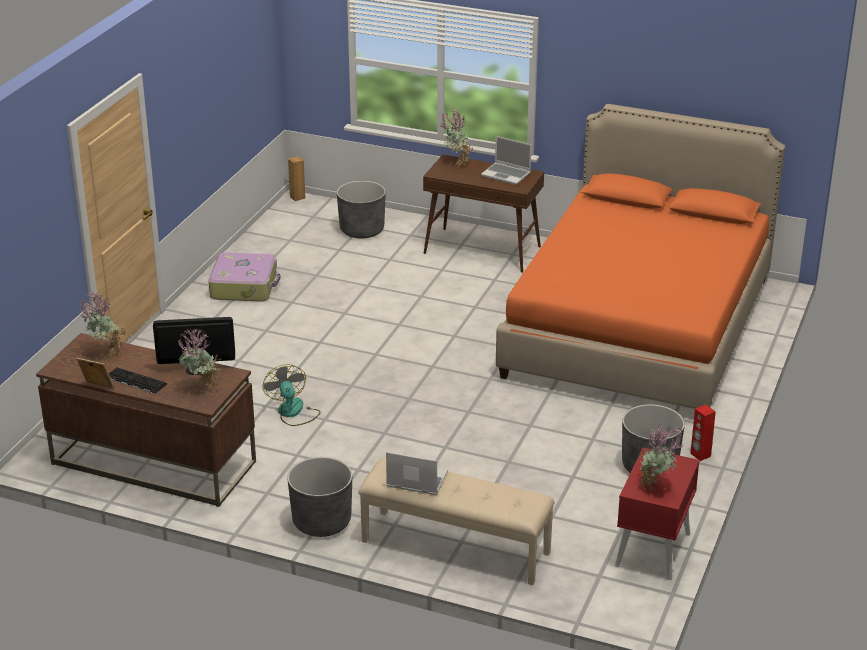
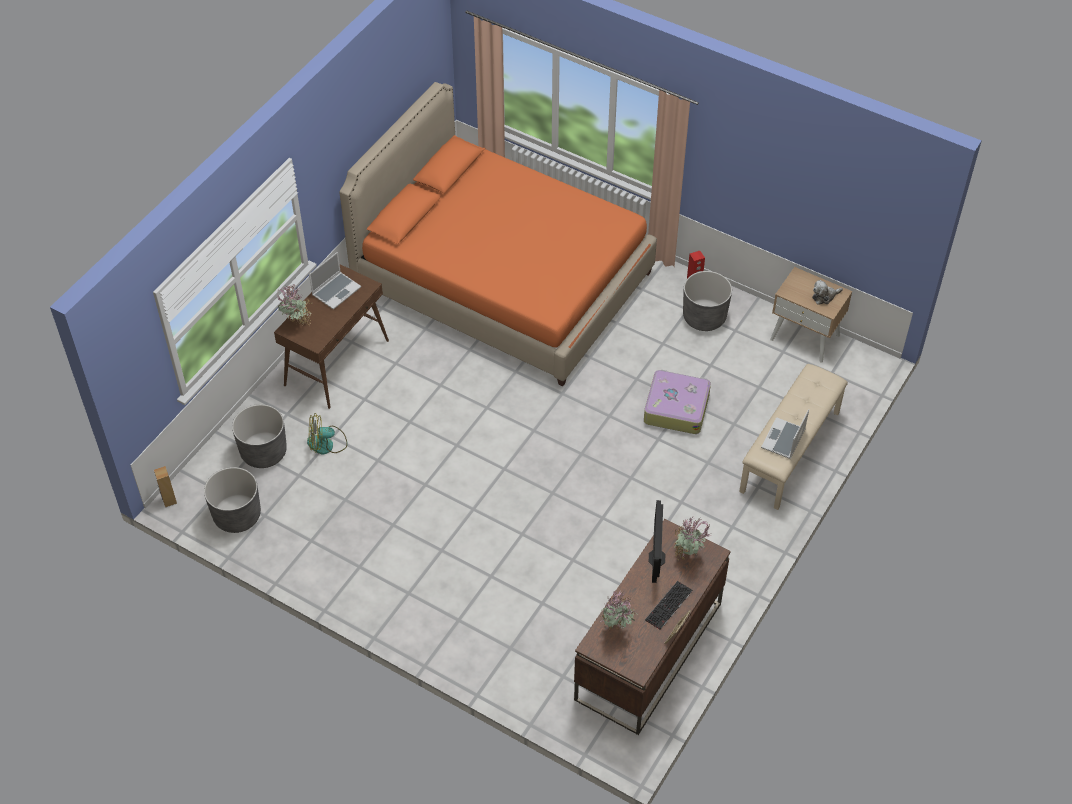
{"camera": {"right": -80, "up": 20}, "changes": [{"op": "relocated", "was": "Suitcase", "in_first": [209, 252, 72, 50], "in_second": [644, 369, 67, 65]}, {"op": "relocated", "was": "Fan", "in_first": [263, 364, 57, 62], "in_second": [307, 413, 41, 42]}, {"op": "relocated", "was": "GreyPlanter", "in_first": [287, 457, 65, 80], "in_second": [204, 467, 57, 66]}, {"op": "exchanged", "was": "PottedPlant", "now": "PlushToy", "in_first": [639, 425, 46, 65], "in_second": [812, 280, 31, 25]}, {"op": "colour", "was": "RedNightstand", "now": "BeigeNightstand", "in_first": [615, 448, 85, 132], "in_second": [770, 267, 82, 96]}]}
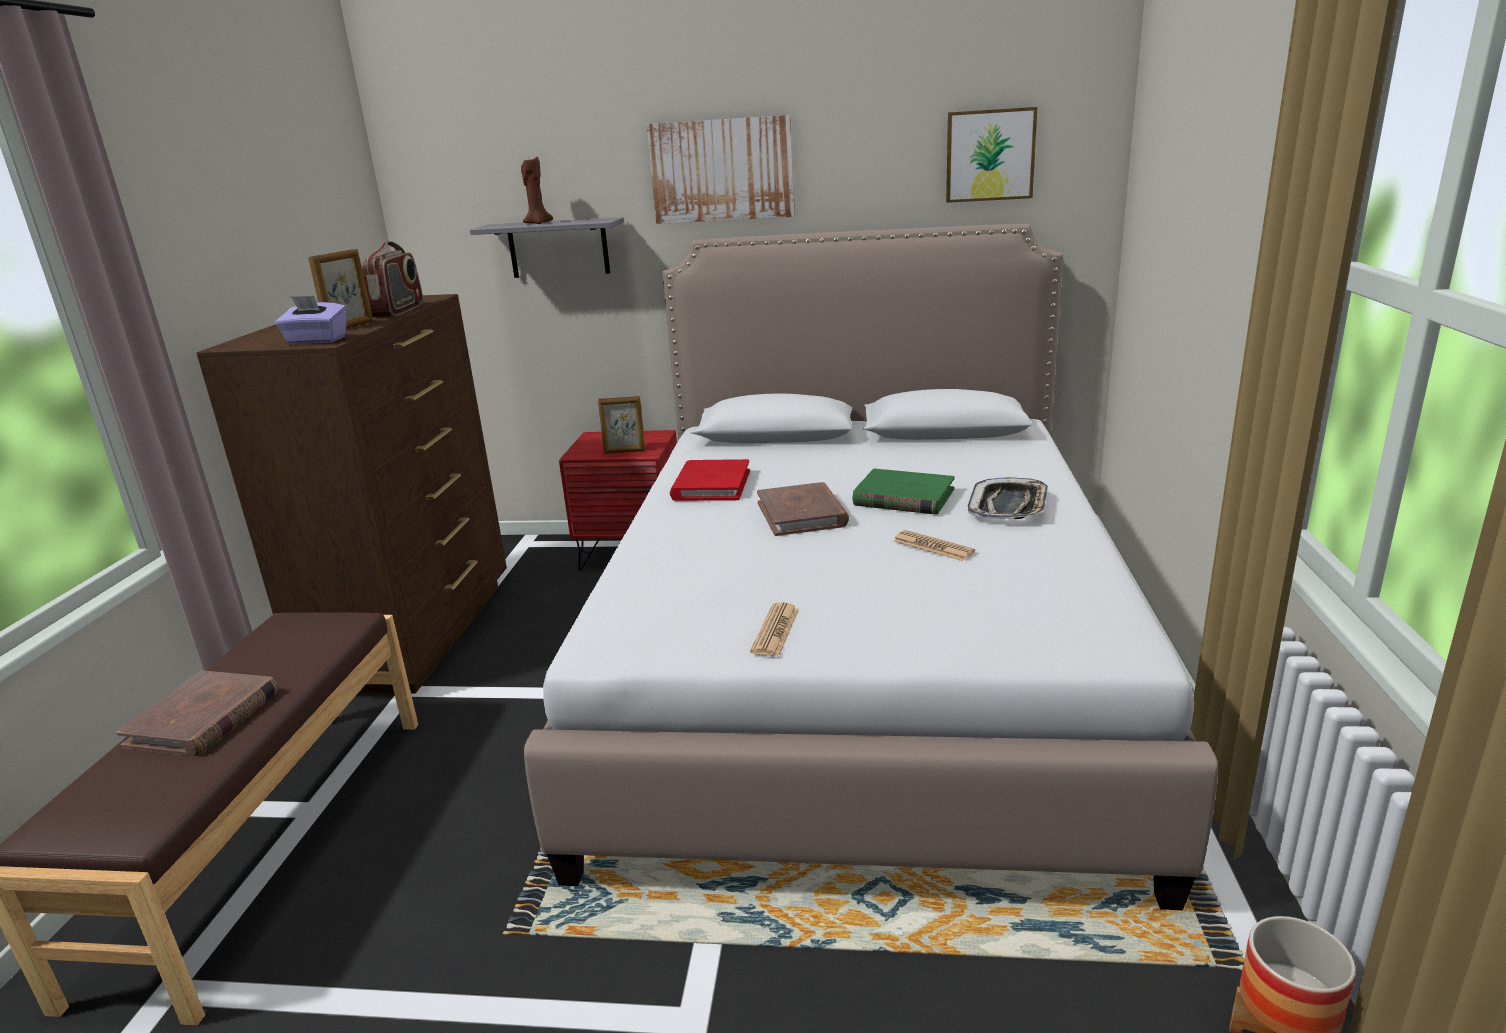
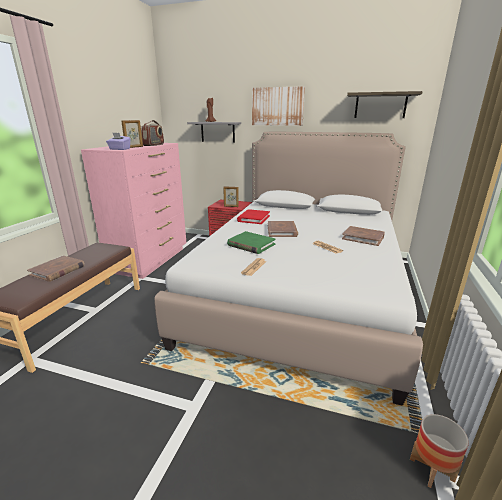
{"camera": {"right": 10, "up": 0}, "changes": [{"op": "relocated", "was": "GreenBook", "in_first": [853, 469, 102, 46], "in_second": [227, 231, 49, 23]}, {"op": "exchanged", "was": "Picture", "now": "Shelf", "in_first": [946, 107, 91, 96], "in_second": [347, 91, 76, 27]}, {"op": "exchanged", "was": "Tray", "now": "BrownBook", "in_first": [968, 477, 80, 42], "in_second": [342, 226, 43, 20]}, {"op": "colour", "was": "BrownDresser", "now": "PinkDresser", "in_first": [197, 294, 310, 399], "in_second": [81, 143, 105, 136]}]}
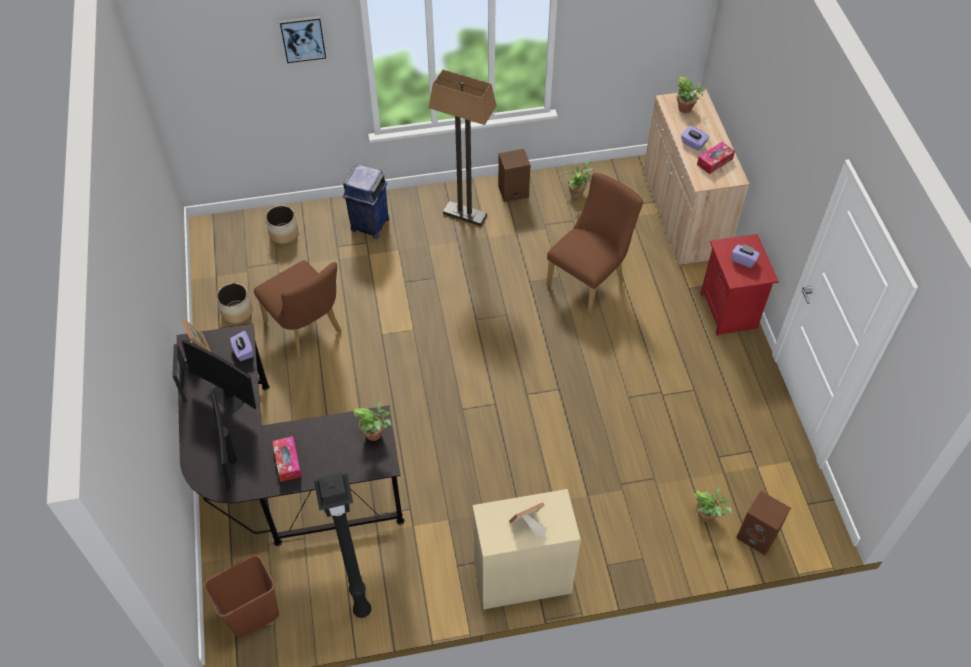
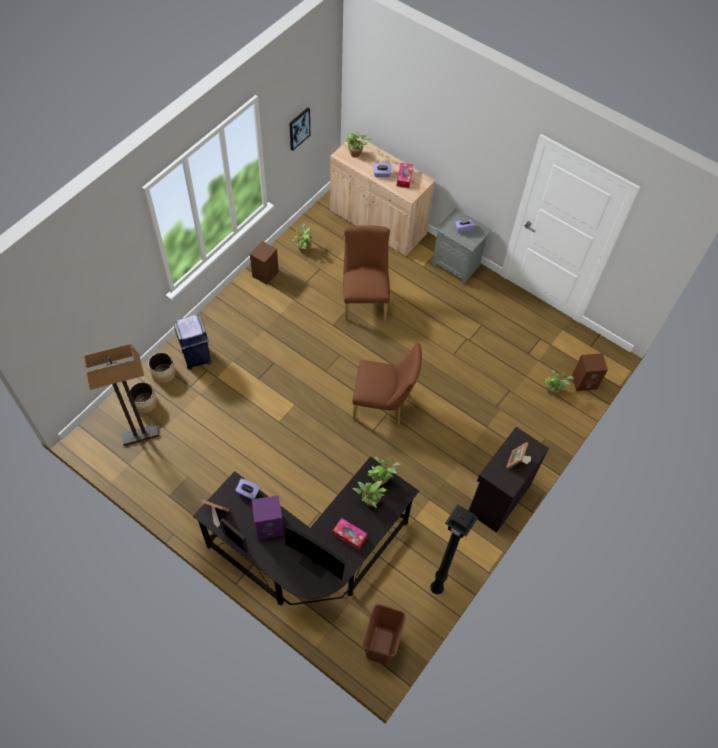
{"camera": {"right": -45, "up": 5}, "changes": [{"op": "appeared", "now": "PottedPlant", "in_second": [352, 481, 35, 27]}, {"op": "relocated", "was": "Planter", "in_first": [216, 283, 36, 40], "in_second": [148, 352, 28, 31]}, {"op": "relocated", "was": "BrownChair", "in_first": [254, 260, 88, 97], "in_second": [353, 343, 69, 82]}, {"op": "relocated", "was": "Picture", "in_first": [280, 16, 46, 47], "in_second": [289, 108, 21, 43]}, {"op": "relocated", "was": "FloorLamp", "in_first": [428, 70, 69, 156], "in_second": [84, 344, 76, 102]}, {"op": "exchanged", "was": "Monitor", "now": "PurpleSpeaker", "in_first": [182, 340, 74, 72], "in_second": [252, 495, 32, 45]}, {"op": "colour", "was": "BeigeCabinet", "now": "BlackCabinet", "in_first": [473, 489, 108, 121], "in_second": [469, 427, 80, 106]}, {"op": "colour", "was": "RedNightstand", "now": "GreyNightstand", "in_first": [701, 234, 78, 102], "in_second": [432, 208, 60, 77]}]}
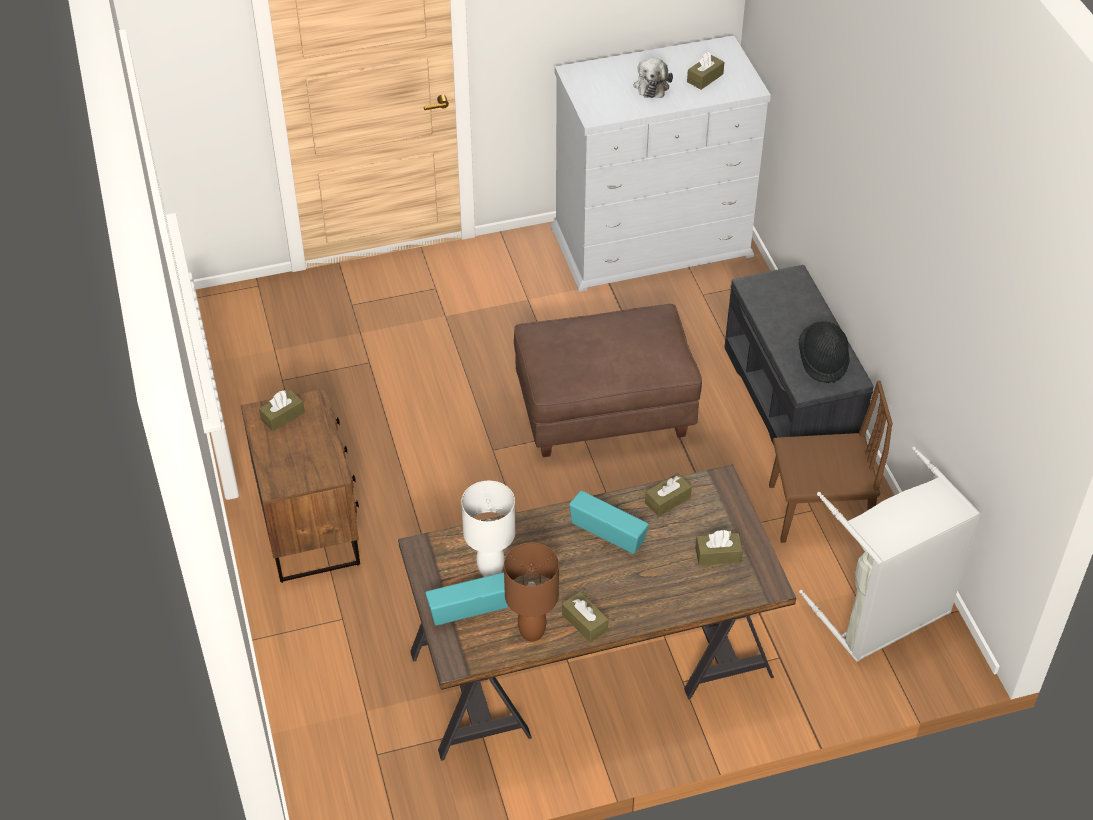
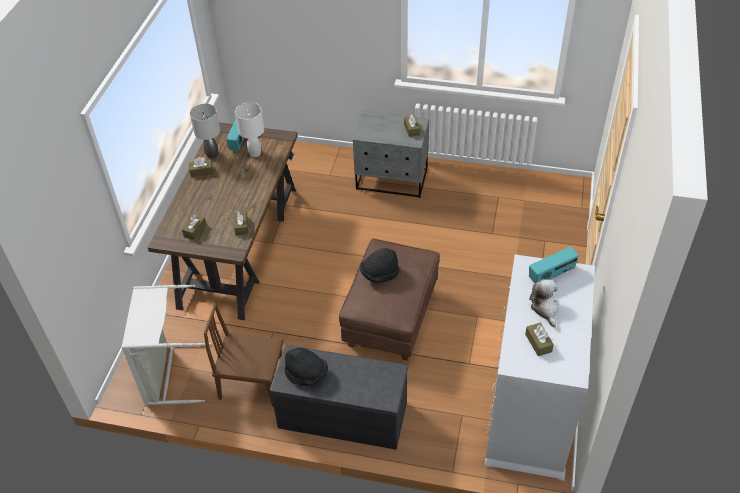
{"camera": {"right": 120, "up": 0}, "changes": [{"op": "appeared", "now": "BlackHat", "in_second": [360, 248, 39, 35]}, {"op": "relocated", "was": "Radio", "in_first": [569, 491, 80, 63], "in_second": [529, 247, 50, 36]}, {"op": "colour", "was": "BrownNightstand", "now": "GreyNightstand", "in_first": [241, 388, 119, 195], "in_second": [353, 111, 76, 87]}, {"op": "colour", "was": "BrownTableLamp", "now": "GreyTableLamp", "in_first": [504, 543, 55, 99], "in_second": [190, 104, 30, 54]}, {"op": "spun", "was": "PlushToy", "in_first": [634, 58, 39, 40], "in_second": [529, 279, 30, 48], "clockwise": 45}, {"op": "spun", "was": "BrownChair", "in_first": [769, 381, 124, 162], "in_second": [204, 303, 80, 104], "clockwise": 75}]}
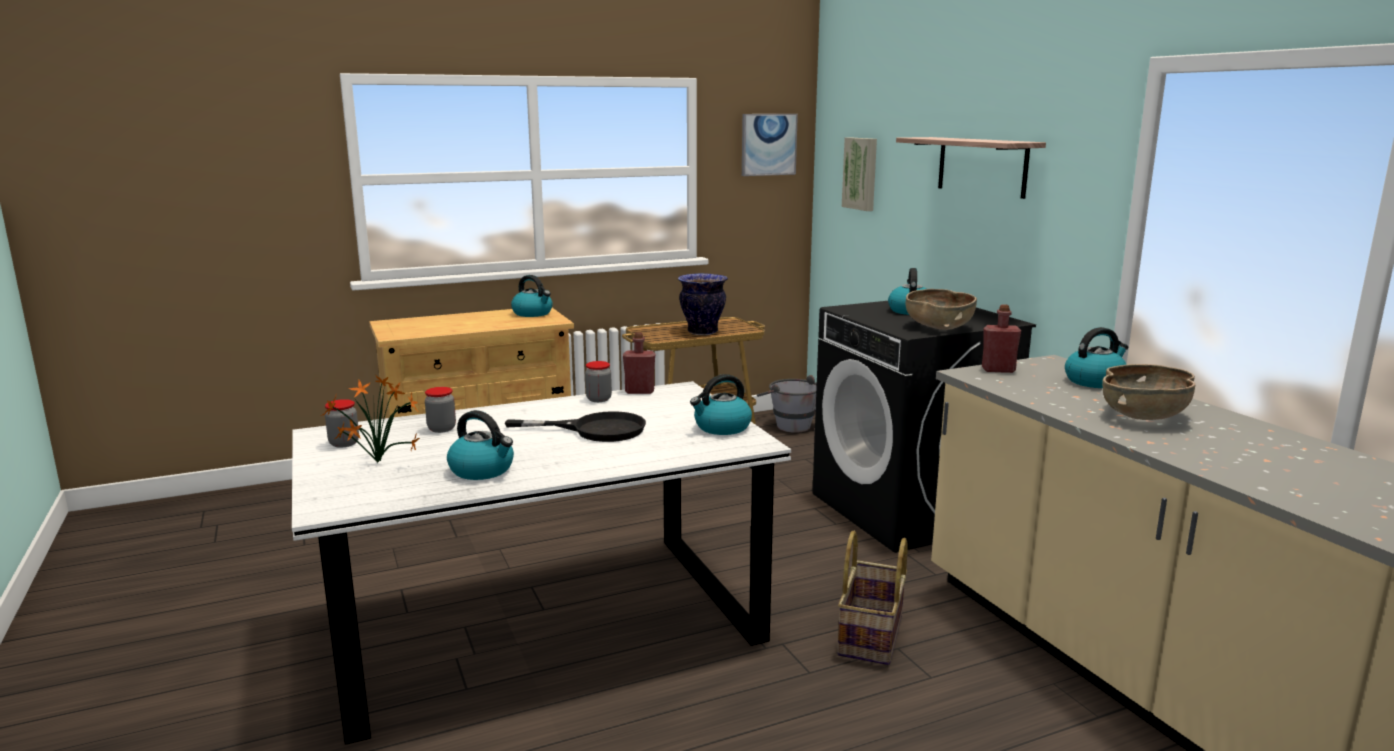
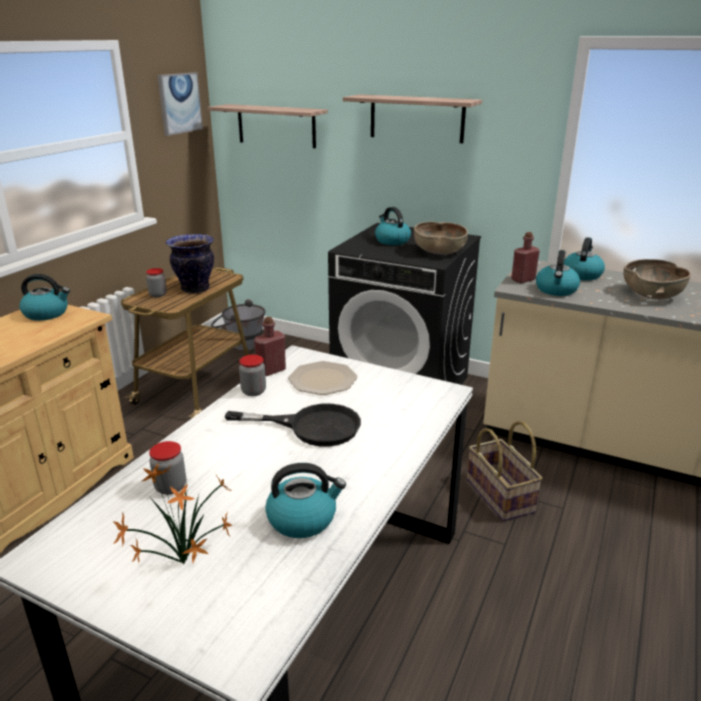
{"camera": {"right": -40, "up": 10}, "changes": [{"op": "appeared", "now": "Plate", "in_second": [288, 361, 70, 34]}, {"op": "relocated", "was": "Jar", "in_first": [325, 399, 34, 49], "in_second": [146, 268, 21, 29]}, {"op": "relocated", "was": "Kettle", "in_first": [690, 374, 62, 61], "in_second": [536, 250, 44, 46]}, {"op": "exchanged", "was": "Picture", "now": "Shelf", "in_first": [842, 137, 35, 74], "in_second": [208, 104, 120, 44]}, {"op": "spun", "was": "BlackFryingPan", "in_first": [505, 411, 141, 31], "in_second": [225, 404, 136, 43], "clockwise": 45}]}
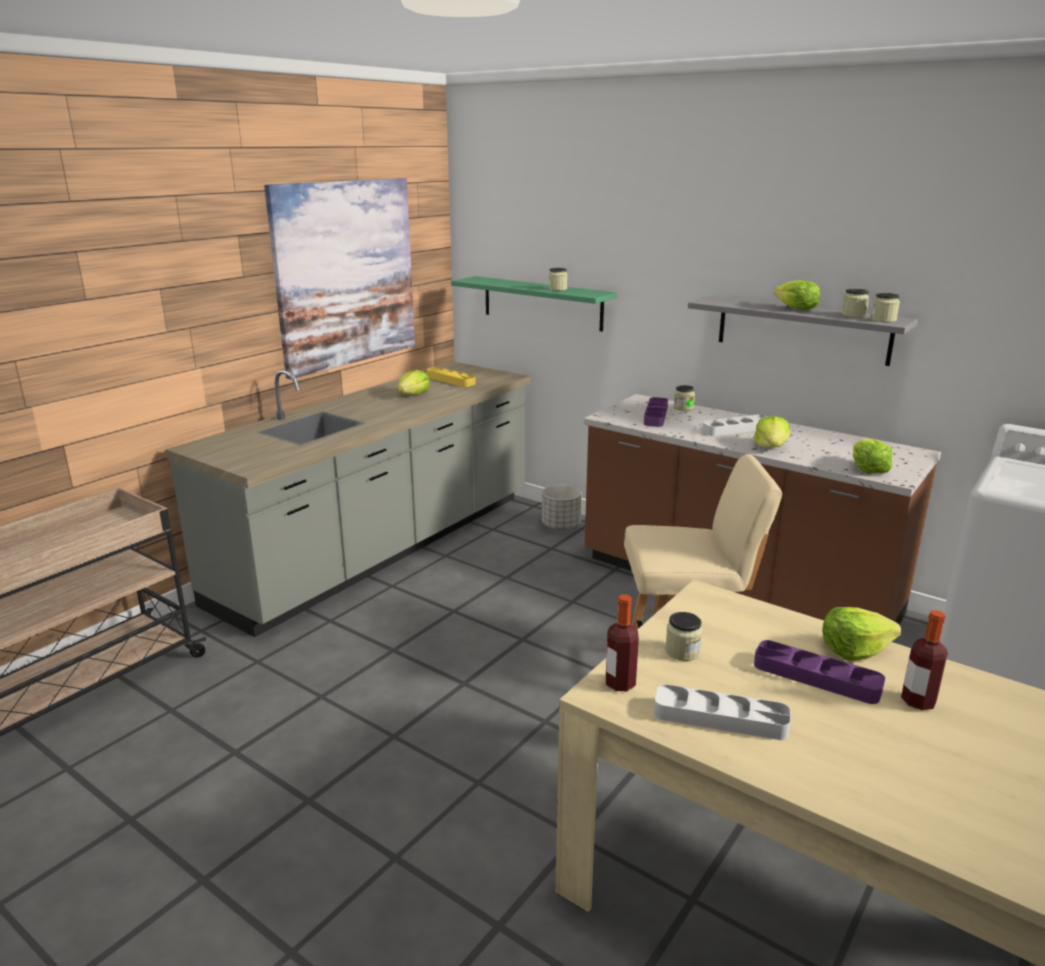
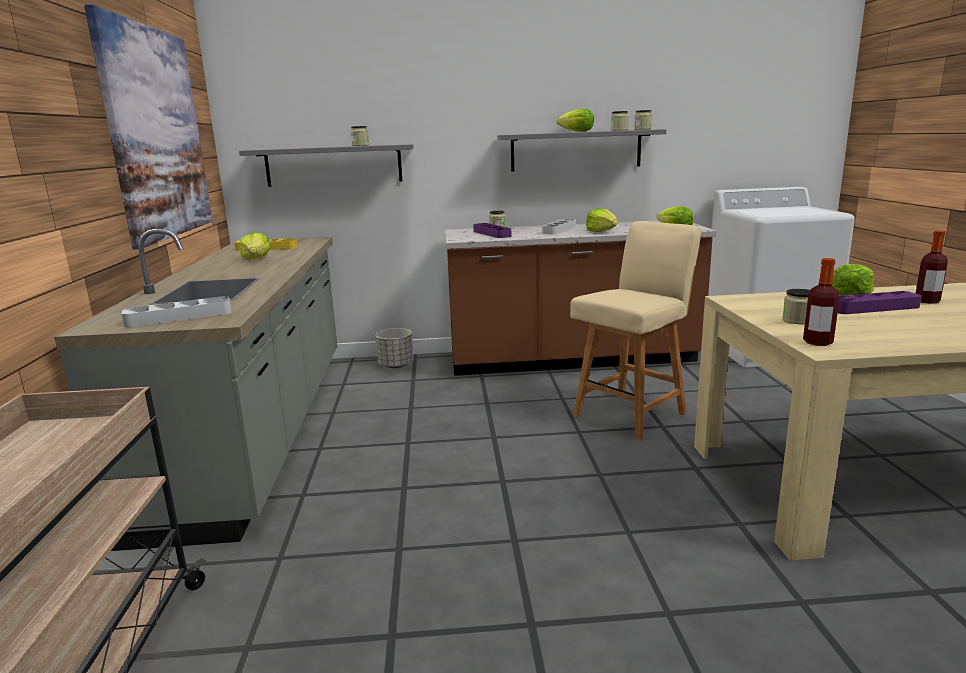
{"camera": {"right": -40, "up": -5}, "changes": [{"op": "relocated", "was": "GreyTray", "in_first": [654, 684, 137, 56], "in_second": [121, 296, 110, 31]}, {"op": "colour", "was": "GreenShelf", "now": "GreyShelf", "in_first": [451, 276, 167, 56], "in_second": [239, 144, 175, 43]}]}
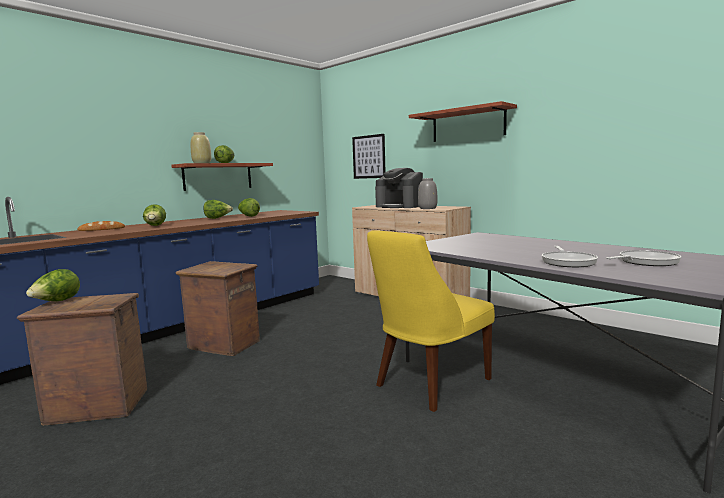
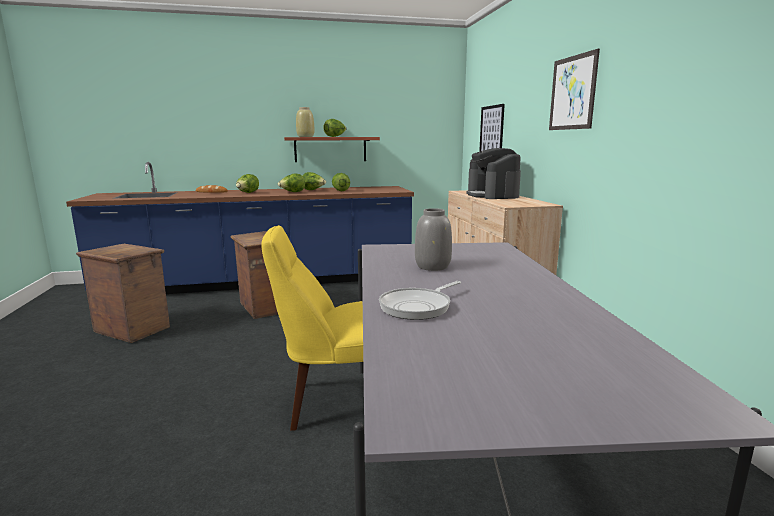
{"camera": {"right": 35, "up": 5}, "changes": [{"op": "missing", "was": "FryingPan", "in_first": [606, 250, 75, 16]}, {"op": "relocated", "was": "Lettuce", "in_first": [26, 269, 54, 32], "in_second": [278, 173, 27, 19]}, {"op": "relocated", "was": "GreyVase", "in_first": [418, 178, 19, 31], "in_second": [415, 208, 37, 63]}, {"op": "exchanged", "was": "Shelf", "now": "Picture", "in_first": [409, 101, 108, 41], "in_second": [549, 49, 51, 81]}]}
